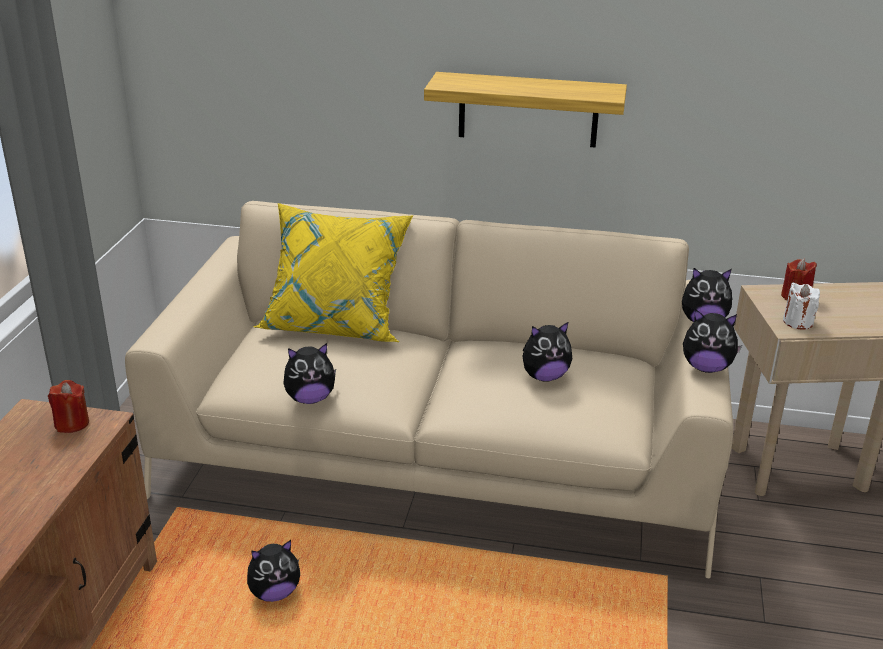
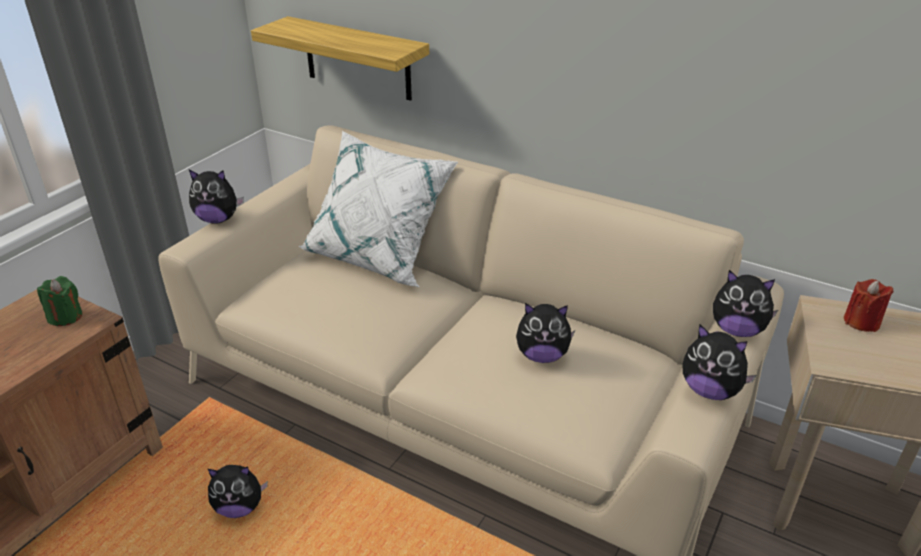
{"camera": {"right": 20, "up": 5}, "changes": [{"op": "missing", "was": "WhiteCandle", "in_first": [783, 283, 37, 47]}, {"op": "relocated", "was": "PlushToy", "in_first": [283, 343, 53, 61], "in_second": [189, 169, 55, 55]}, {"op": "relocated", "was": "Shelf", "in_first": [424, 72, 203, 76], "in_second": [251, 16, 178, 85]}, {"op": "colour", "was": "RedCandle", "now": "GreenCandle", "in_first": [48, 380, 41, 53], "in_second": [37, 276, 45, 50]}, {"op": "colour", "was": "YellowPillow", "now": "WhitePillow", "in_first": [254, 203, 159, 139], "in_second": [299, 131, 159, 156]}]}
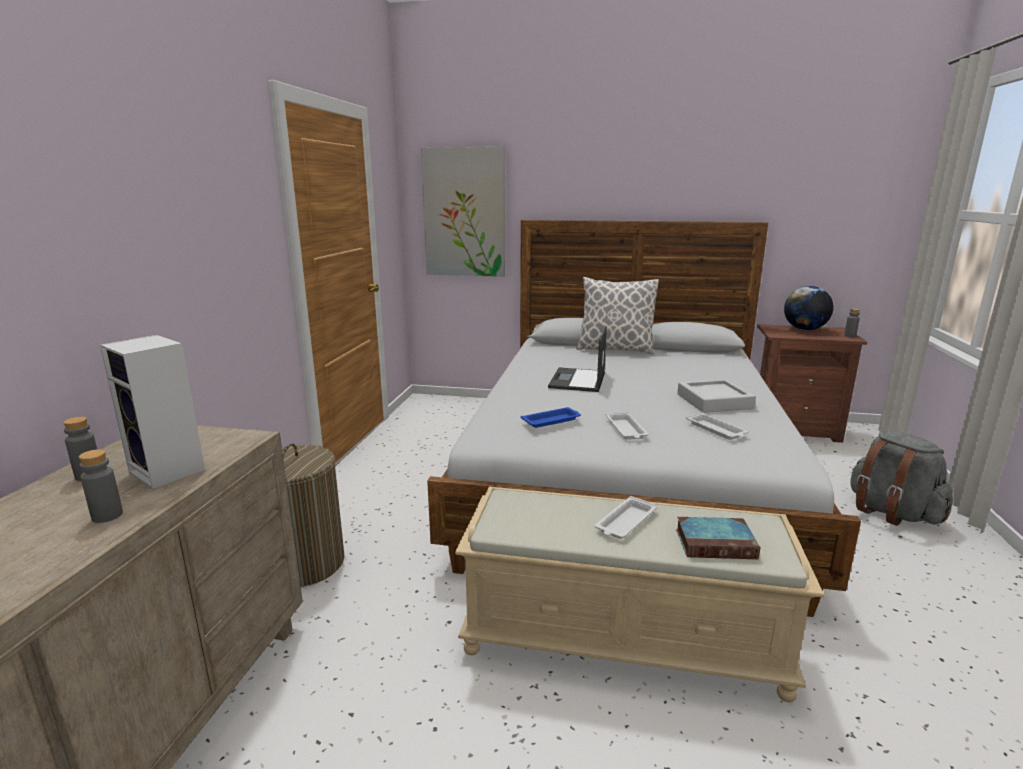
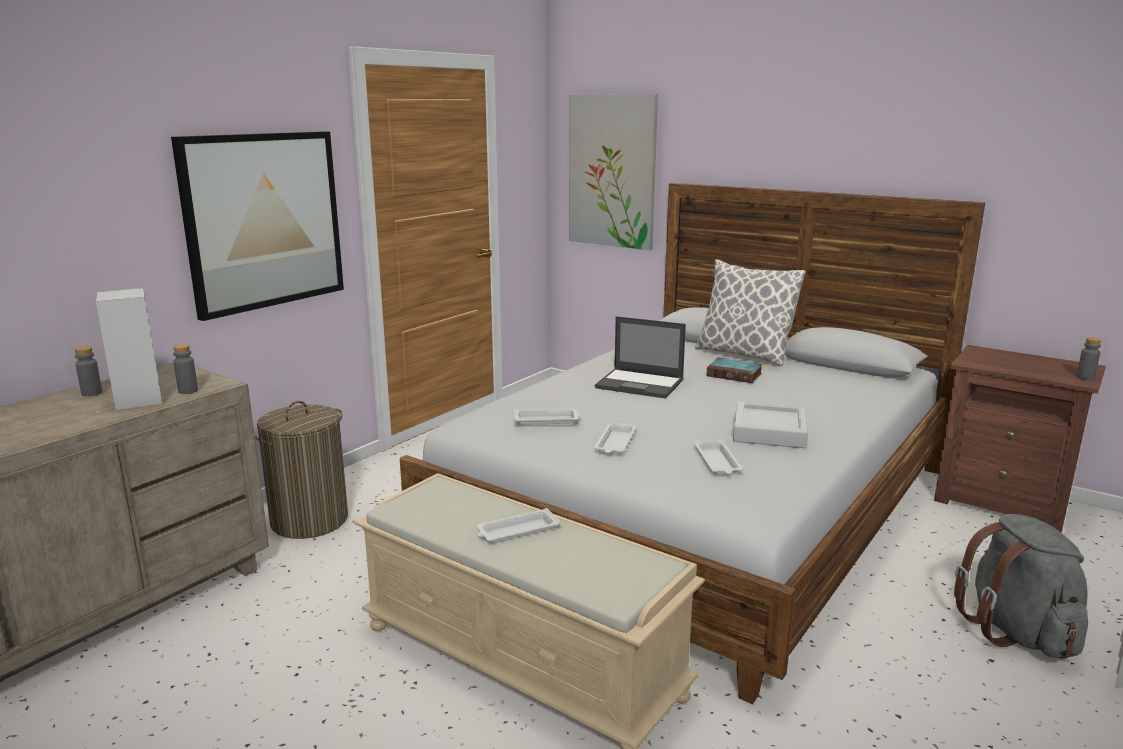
{"camera": {"right": 25, "up": 0}, "changes": [{"op": "missing", "was": "Globe", "in_first": [784, 286, 50, 44]}, {"op": "appeared", "now": "Picture", "in_second": [171, 131, 173, 190]}, {"op": "relocated", "was": "GreyBottle", "in_first": [79, 449, 44, 74], "in_second": [173, 344, 25, 50]}, {"op": "relocated", "was": "Book", "in_first": [676, 517, 84, 42], "in_second": [707, 358, 55, 25]}, {"op": "colour", "was": "BlueTray", "now": "WhiteTray", "in_first": [521, 407, 60, 21], "in_second": [513, 409, 68, 15]}, {"op": "spun", "was": "Laptop", "in_first": [548, 326, 59, 66], "in_second": [595, 316, 91, 83], "clockwise": -105}]}
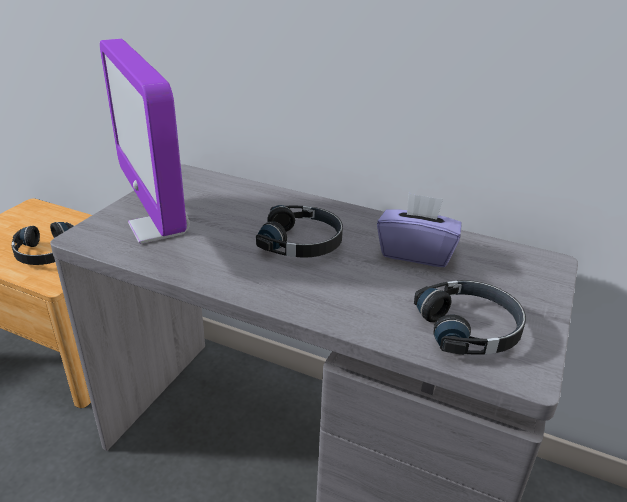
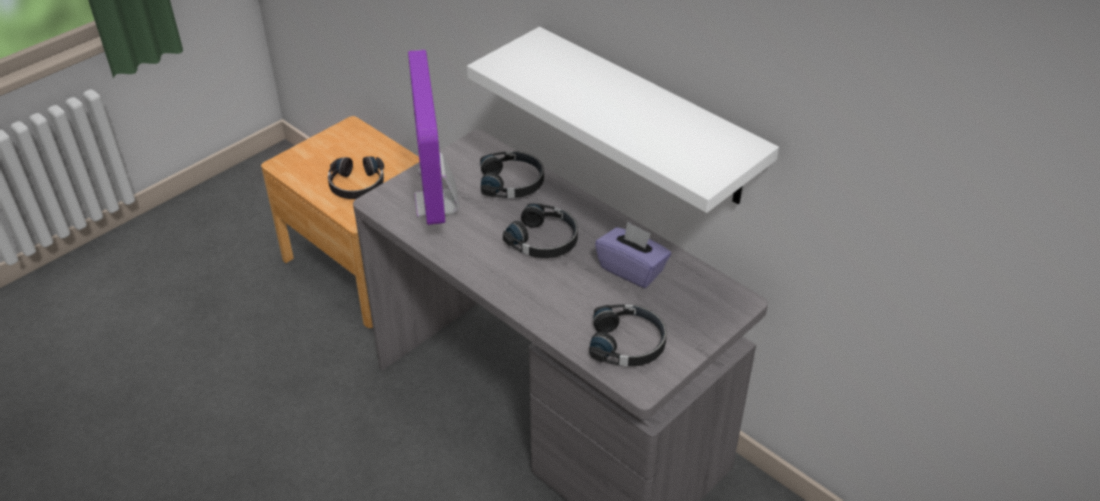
{"camera": {"right": 20, "up": 10}, "changes": [{"op": "appeared", "now": "WhiteShelf", "in_second": [467, 27, 312, 186]}, {"op": "appeared", "now": "BlackHeadphones", "in_second": [480, 151, 64, 47]}]}
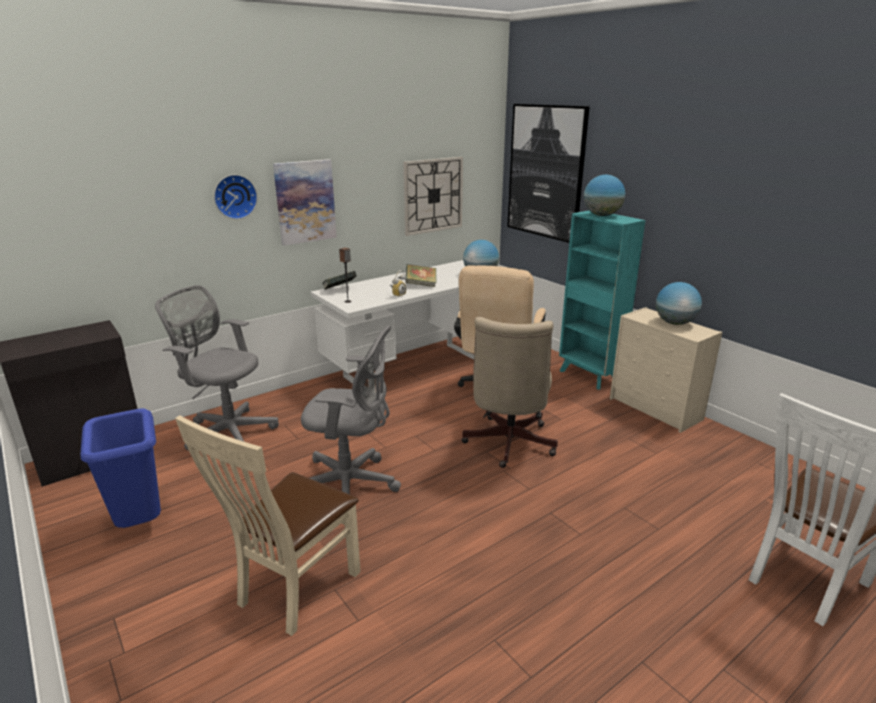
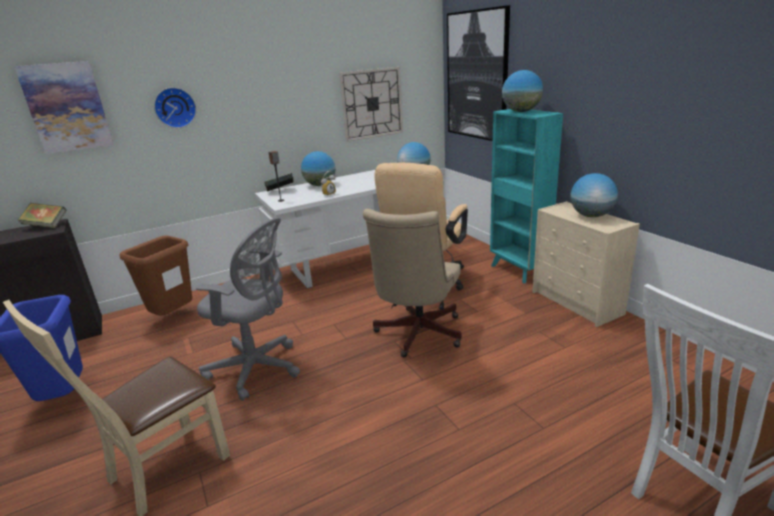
{"camera": {"right": 10, "up": 0}, "changes": [{"op": "appeared", "now": "Globe", "in_second": [301, 151, 34, 35]}, {"op": "relocated", "was": "Picture", "in_first": [273, 159, 64, 87], "in_second": [14, 61, 100, 93]}, {"op": "relocated", "was": "Book", "in_first": [405, 264, 32, 23], "in_second": [18, 203, 48, 25]}, {"op": "exchanged", "was": "GreyOfficeChair", "now": "BrownTrashCan", "in_first": [155, 285, 124, 166], "in_second": [120, 236, 72, 80]}]}
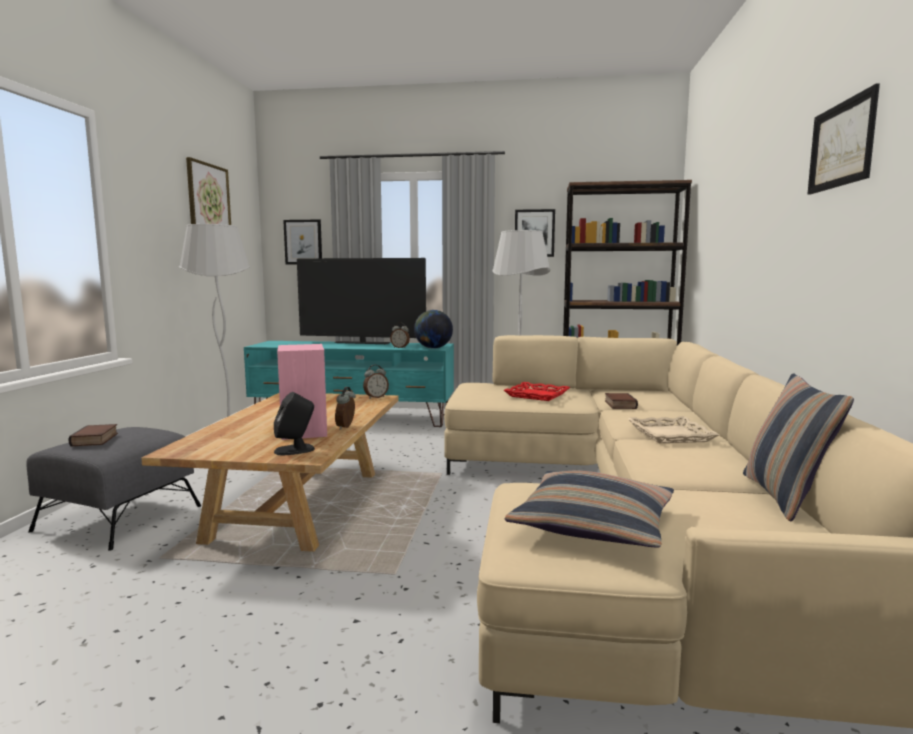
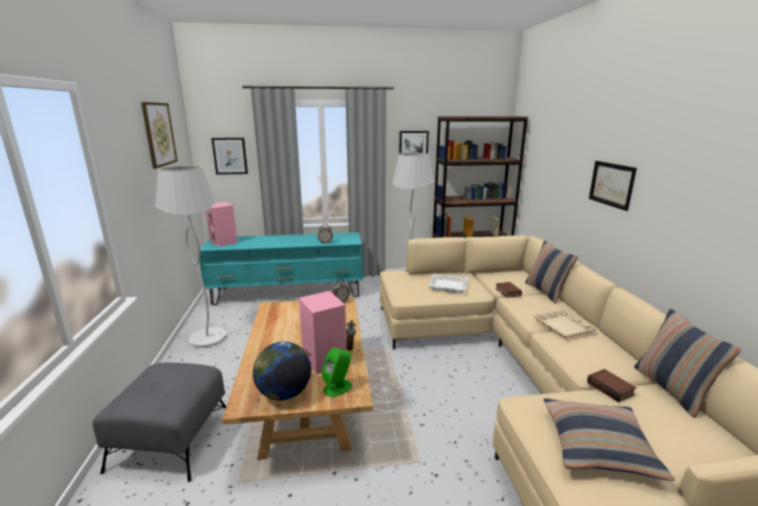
{"camera": {"right": -15, "up": 10}, "changes": [{"op": "missing", "was": "Television", "in_first": [297, 258, 129, 86]}, {"op": "appeared", "now": "PinkSpeaker", "in_second": [206, 202, 32, 45]}, {"op": "appeared", "now": "Pillow", "in_second": [525, 241, 53, 63]}, {"op": "relocated", "was": "Book", "in_first": [68, 424, 50, 22], "in_second": [587, 369, 49, 34]}, {"op": "relocated", "was": "Globe", "in_first": [414, 310, 39, 39], "in_second": [253, 342, 58, 59]}, {"op": "relocated", "was": "Picture", "in_first": [807, 83, 73, 112], "in_second": [589, 161, 48, 50]}, {"op": "colour", "was": "BlackSpeaker", "now": "GreenSpeaker", "in_first": [274, 392, 41, 63], "in_second": [322, 348, 30, 49]}, {"op": "colour", "was": "RedTray", "now": "WhiteTray", "in_first": [504, 382, 66, 19], "in_second": [428, 274, 40, 19]}]}
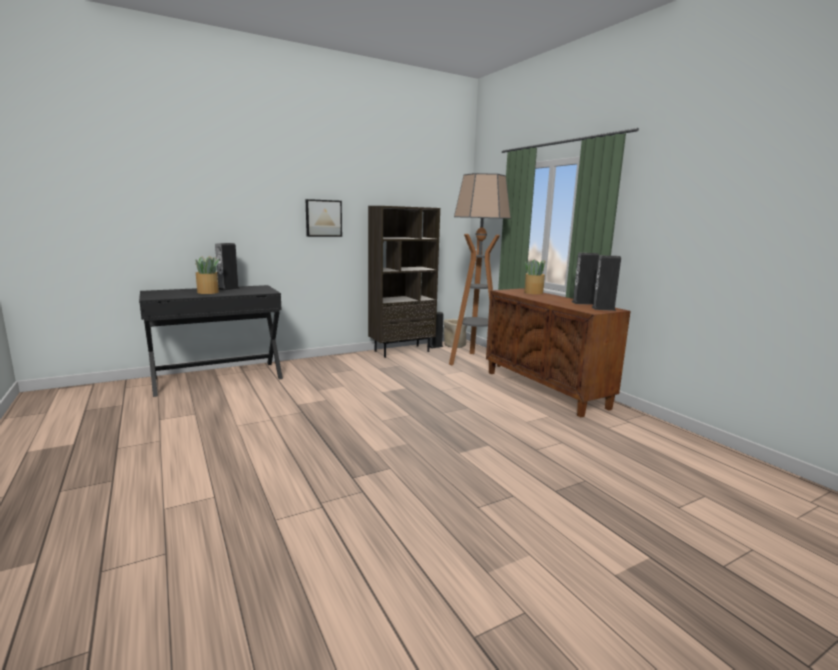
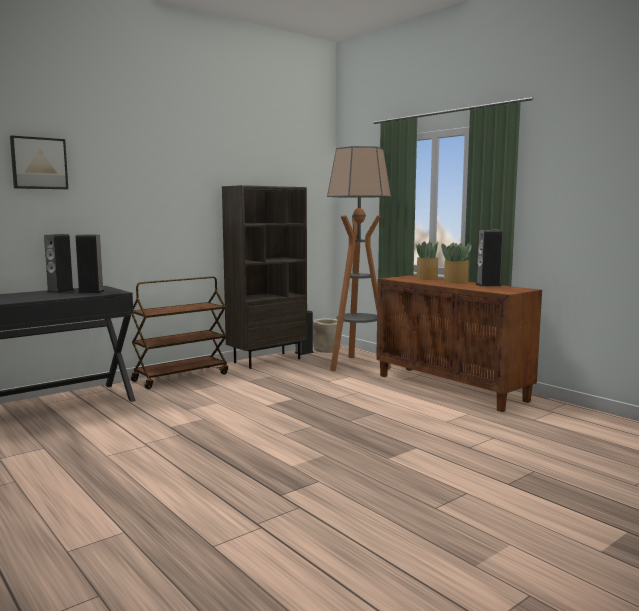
{"camera": {"right": -10, "up": -5}, "changes": [{"op": "appeared", "now": "BrownCart", "in_second": [131, 277, 97, 112]}, {"op": "relocated", "was": "PottedPlant", "in_first": [195, 256, 24, 38], "in_second": [441, 243, 31, 41]}, {"op": "relocated", "was": "Picture", "in_first": [305, 199, 37, 38], "in_second": [10, 136, 58, 53]}, {"op": "relocated", "was": "Speaker", "in_first": [592, 255, 29, 56], "in_second": [76, 234, 29, 60]}]}
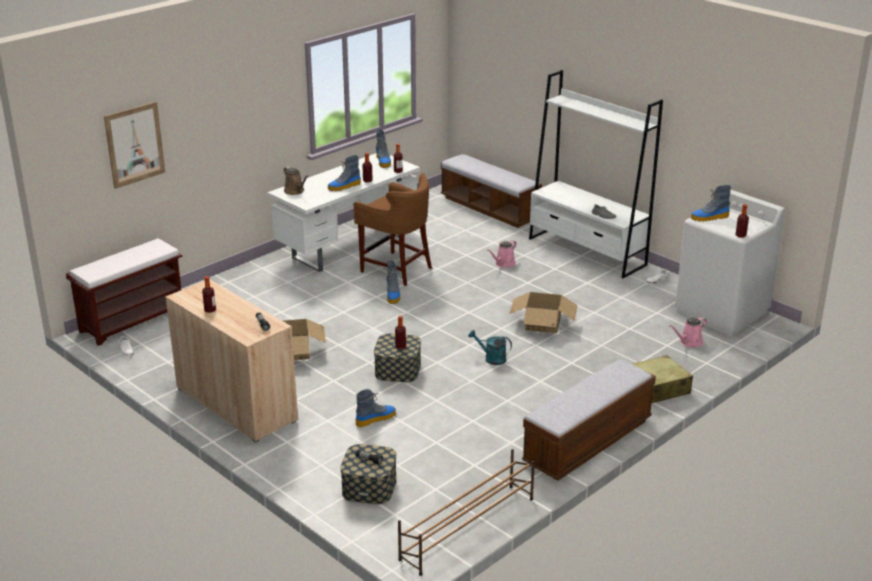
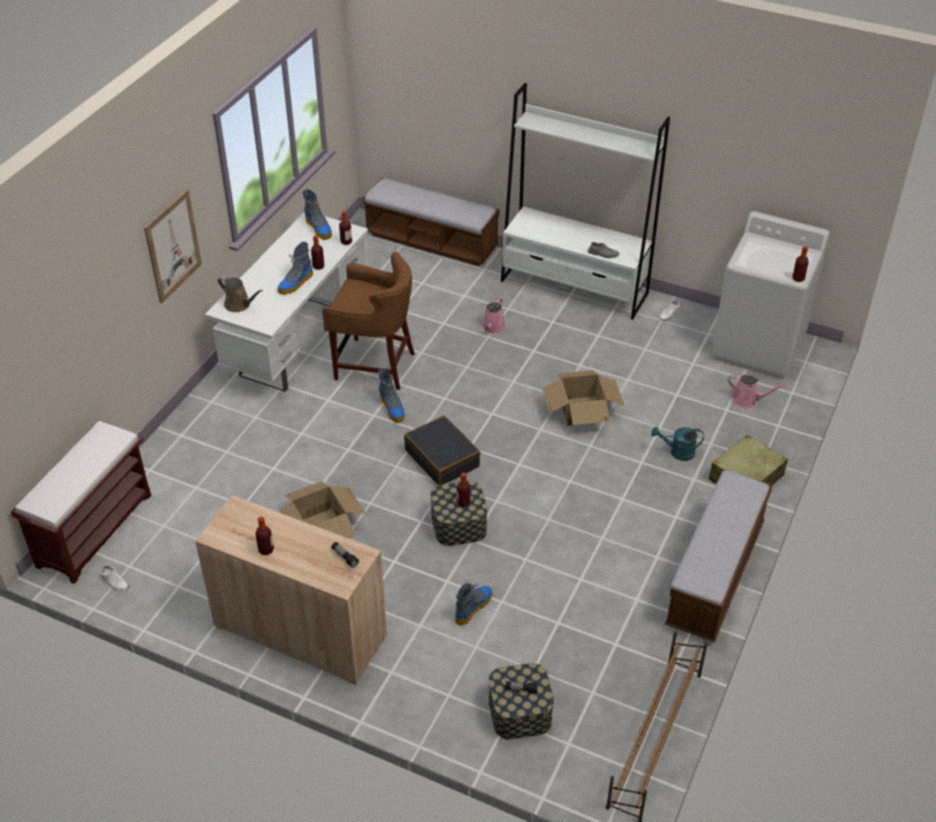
{"camera": {"right": -20, "up": 15}, "changes": [{"op": "missing", "was": "Boot", "in_first": [691, 185, 40, 37]}, {"op": "appeared", "now": "BlackSuitcase", "in_second": [404, 416, 77, 69]}, {"op": "relocated", "was": "Picture", "in_first": [104, 102, 61, 87], "in_second": [144, 189, 58, 114]}, {"op": "relocated", "was": "TurquoiseWateringCan", "in_first": [468, 330, 44, 35], "in_second": [651, 427, 53, 34]}, {"op": "spun", "was": "PinkWateringCan", "in_first": [669, 317, 38, 30], "in_second": [728, 375, 58, 33], "clockwise": -105}]}
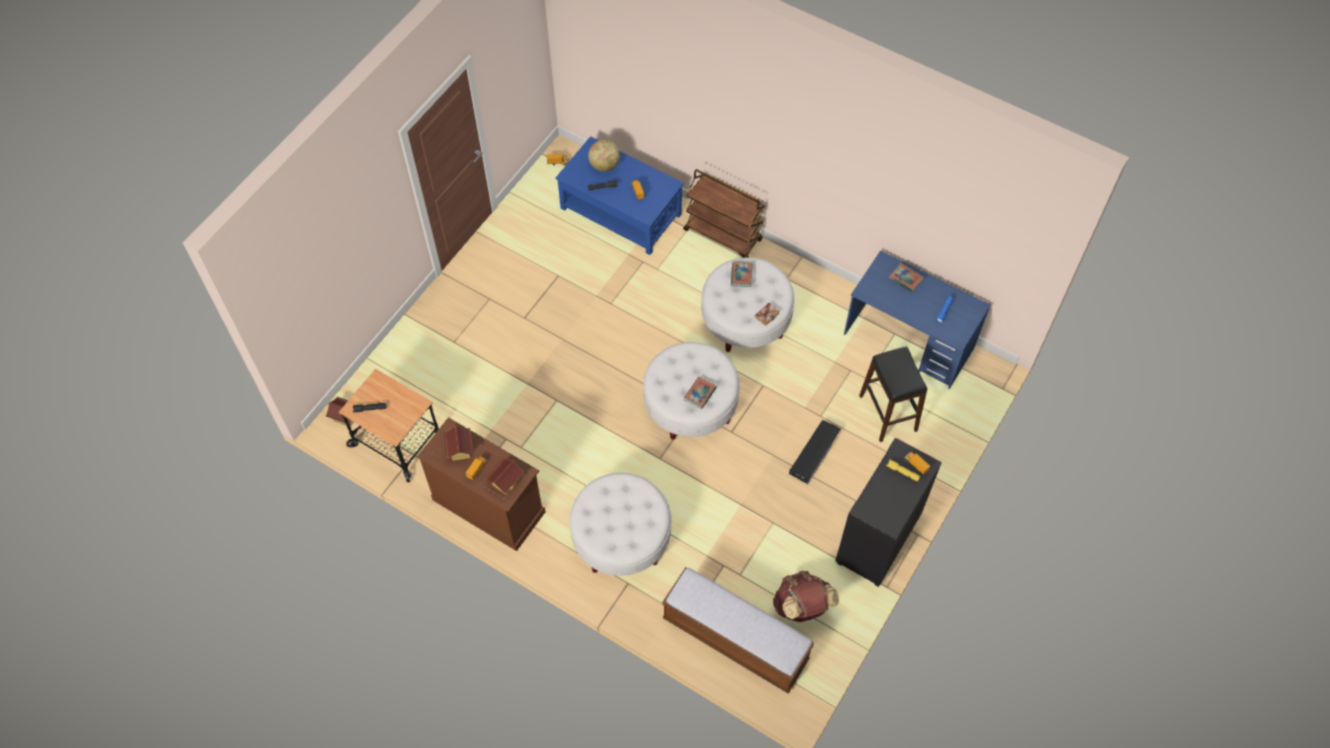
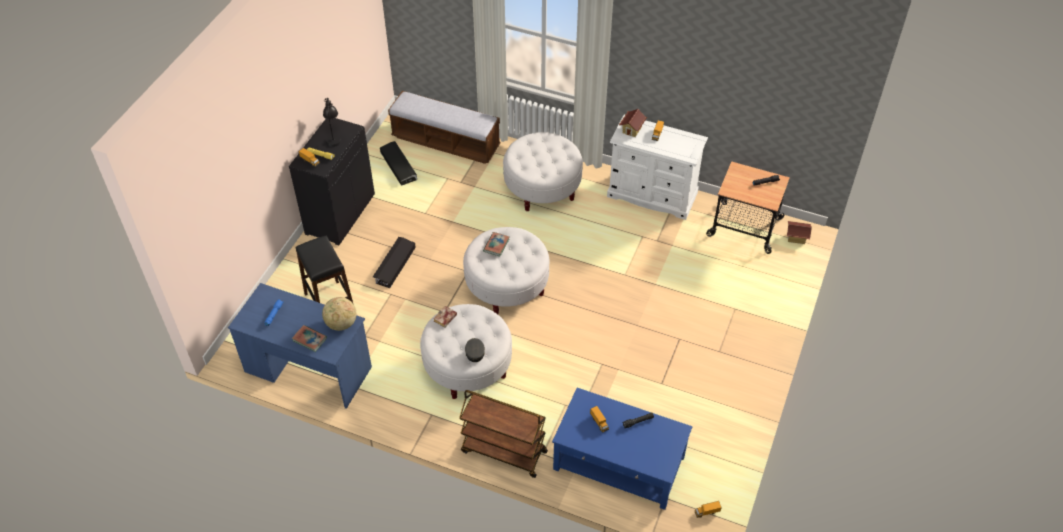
{"camera": {"right": 170, "up": -10}, "changes": [{"op": "missing", "was": "ToyHouse", "in_first": [444, 426, 29, 35]}, {"op": "appeared", "now": "BlackTableLamp", "in_second": [323, 98, 18, 49]}, {"op": "relocated", "was": "Globe", "in_first": [588, 140, 32, 32], "in_second": [322, 297, 34, 34]}, {"op": "exchanged", "was": "Book", "now": "GreyCap", "in_first": [731, 261, 21, 26], "in_second": [465, 338, 20, 24]}, {"op": "exchanged", "was": "BrownBackpack", "now": "BlackStorageBox", "in_first": [773, 571, 66, 51], "in_second": [380, 141, 37, 45]}, {"op": "colour", "was": "BrownDresser", "now": "WhiteDresser", "in_first": [417, 417, 128, 134], "in_second": [607, 115, 101, 105]}]}
